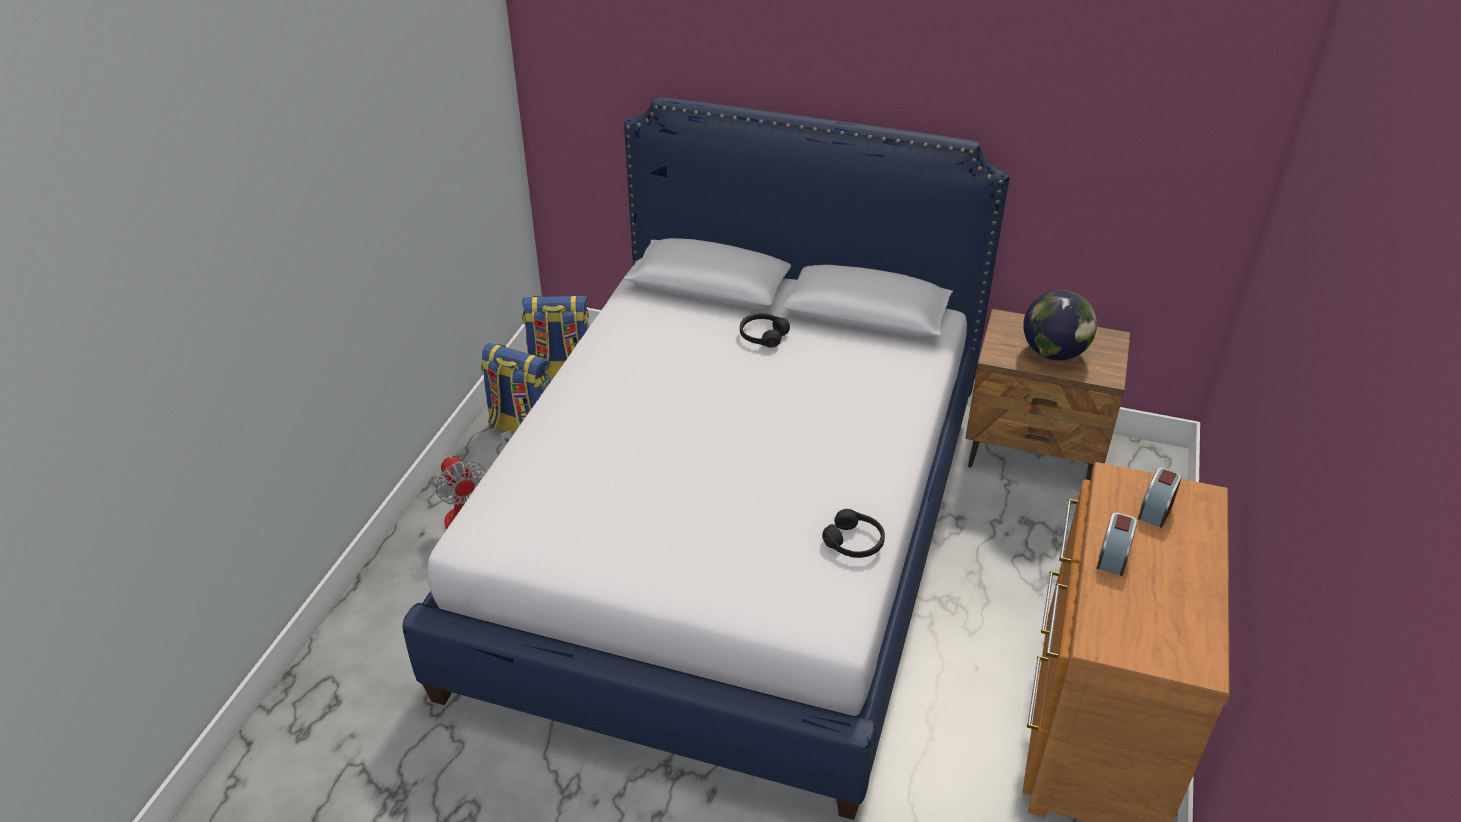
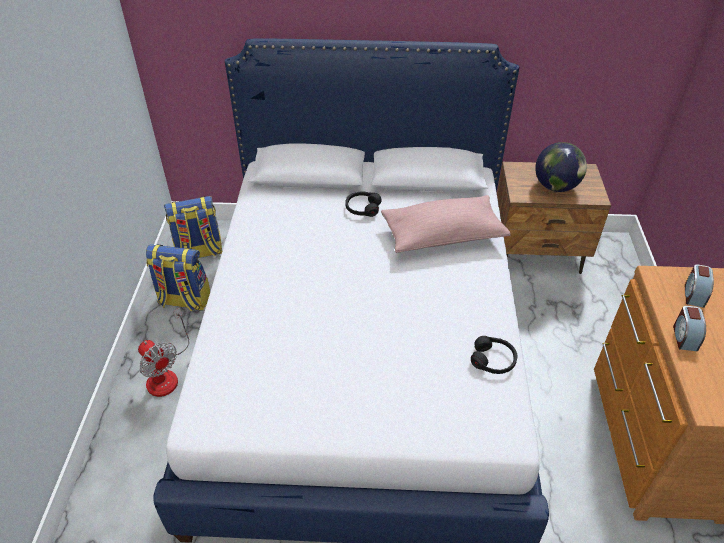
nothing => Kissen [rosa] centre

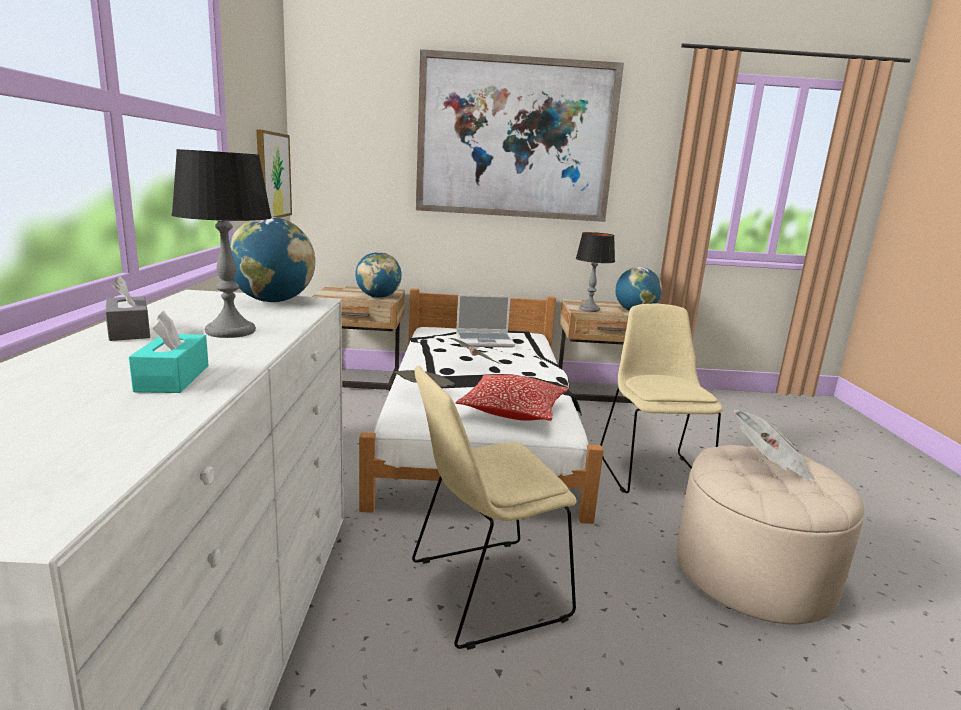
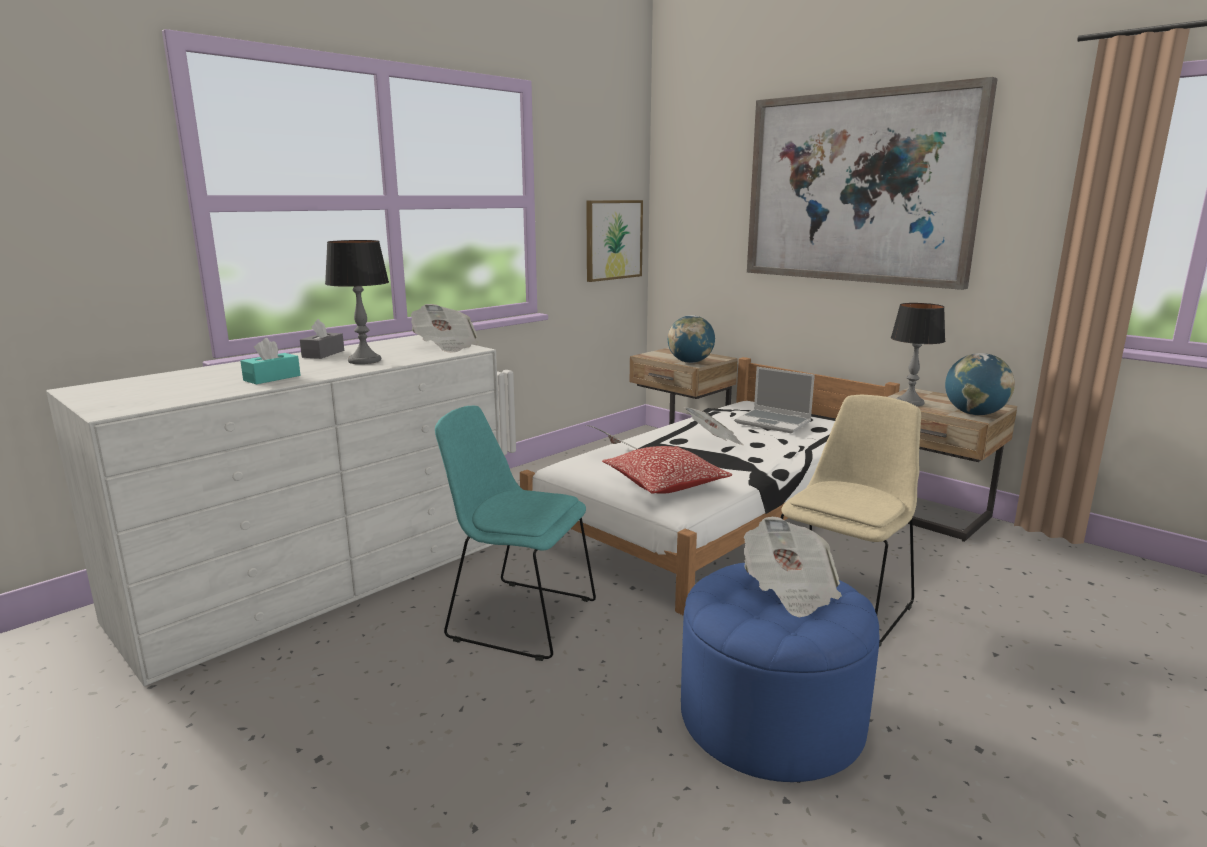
Globus (1st from left) middle left => Zeitung (1st from left) centre
Stuhl [beige] (1st from left) bottom centre => Stuhl [türkis] centre
Polsterhocker [beige] bottom right => Polsterhocker [blau] bottom centre

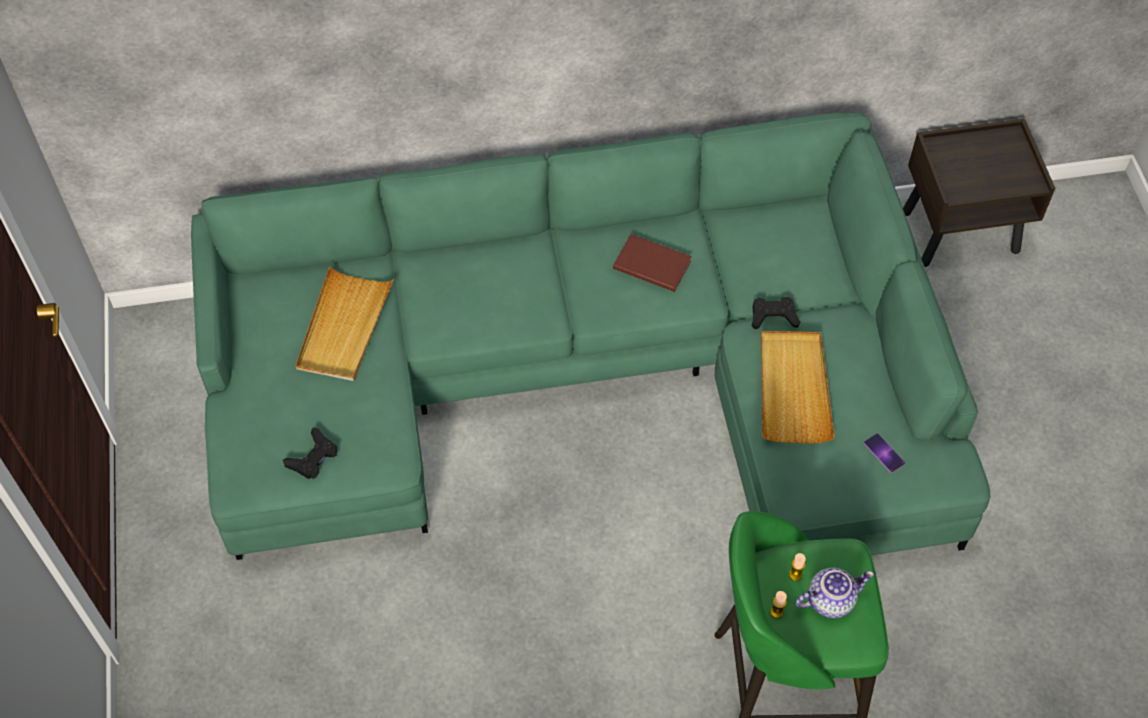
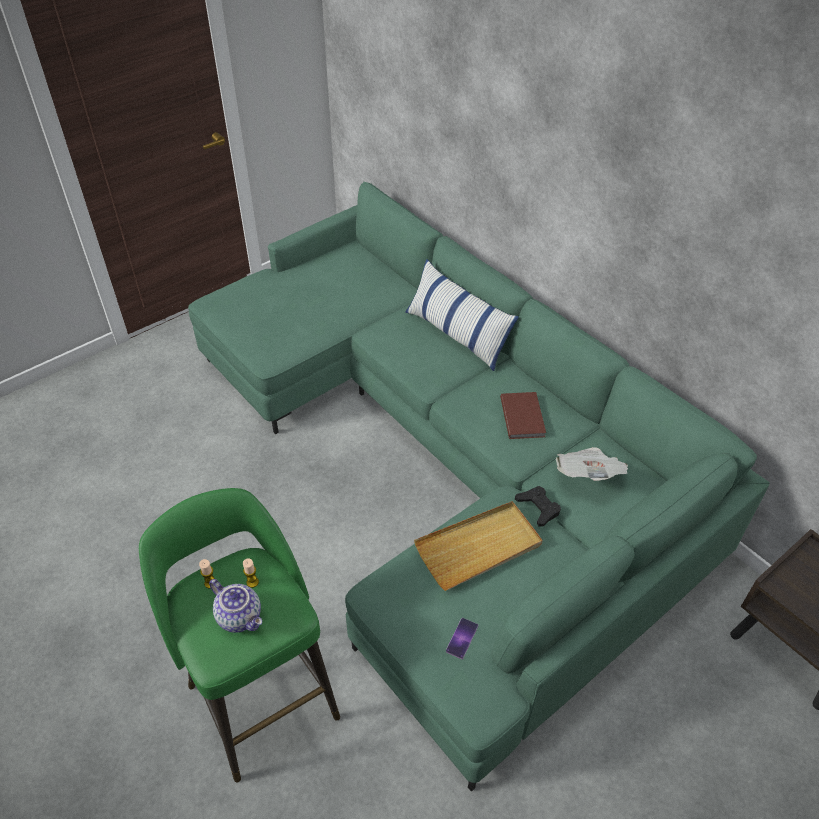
Tablett [beige] (1st from left) middle left => nothing
Gamepad [schwarz] (1st from left) middle left => nothing
nothing => Kissen centre
nothing => Zeitung middle right

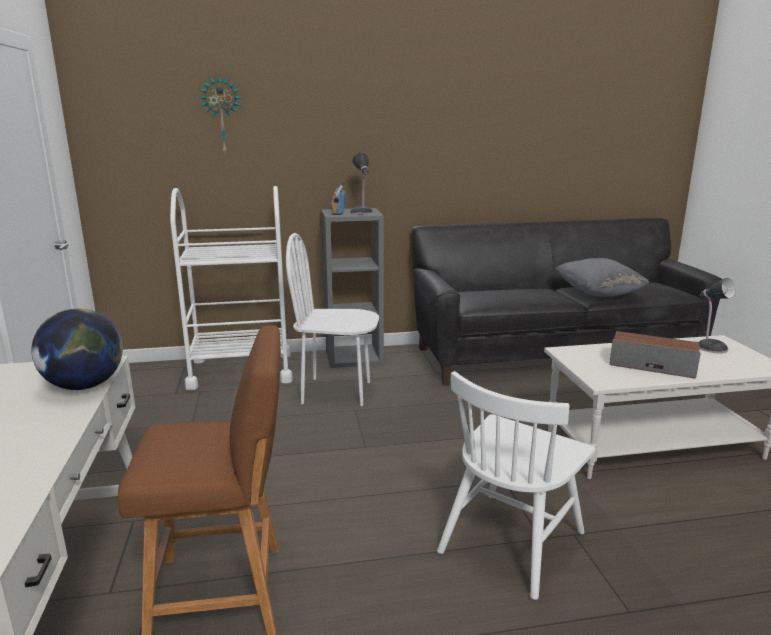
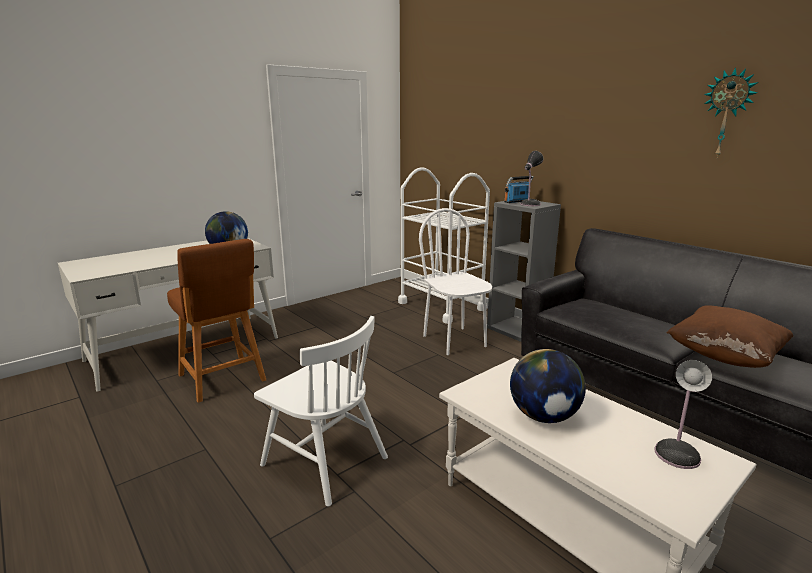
Wanduhr top left => Wanduhr top right, move
Kissen [grau] middle right => Kissen [braun] middle right
Lautsprecher middle right => Globus (2nd from left) bottom right
Stuhl [weiß] (2nd from left in the first image) bottom right => Stuhl [weiß] (1st from left) bottom centre, 150 degrees counterclockwise

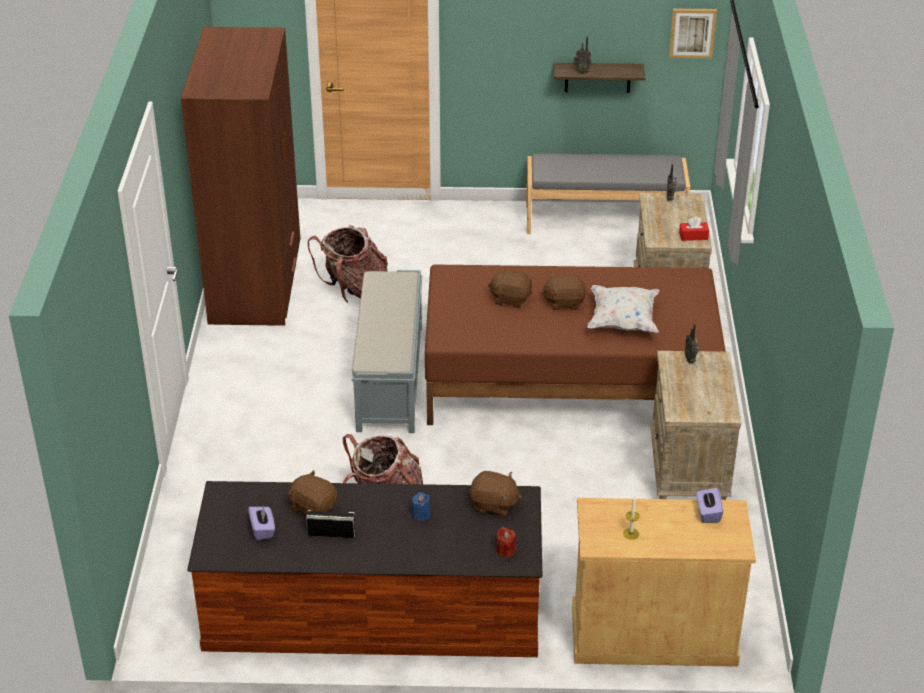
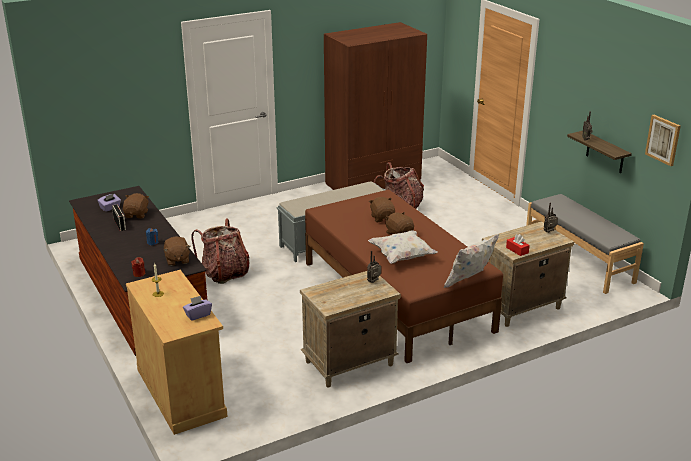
nothing => Kissen [weiß] (2nd from left) middle right

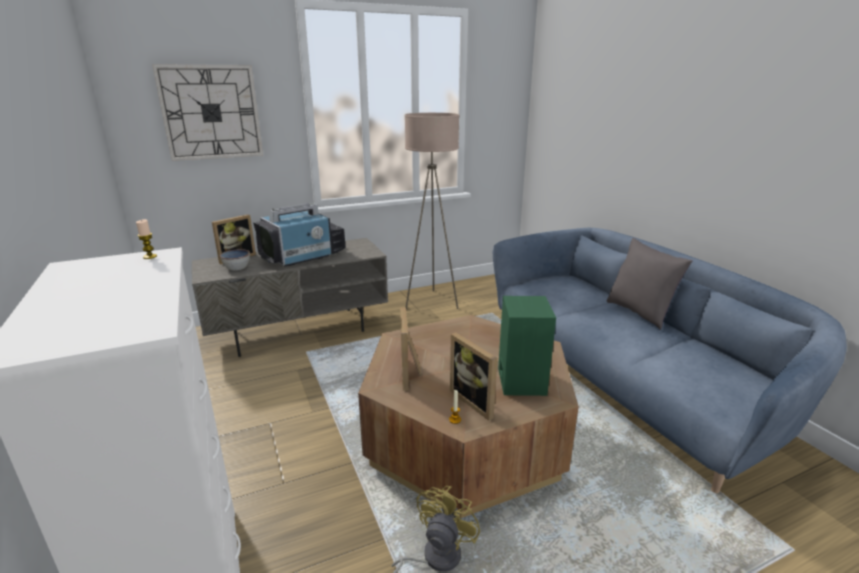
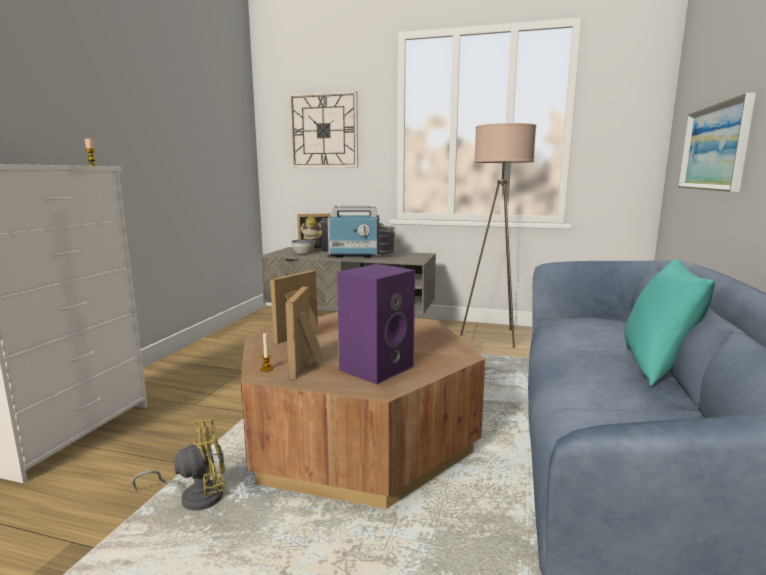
Kissen [grau] middle right => Kissen [türkis] middle right
Lautsprecher [grün] centre => Lautsprecher [lila] centre
nothing => Bild top right

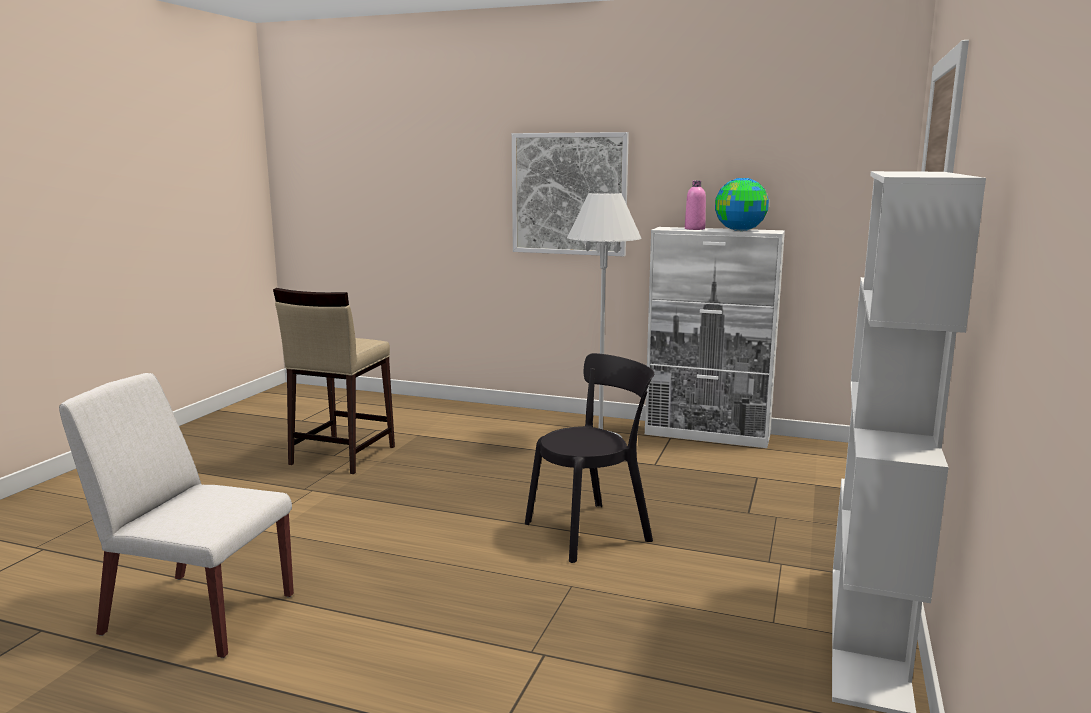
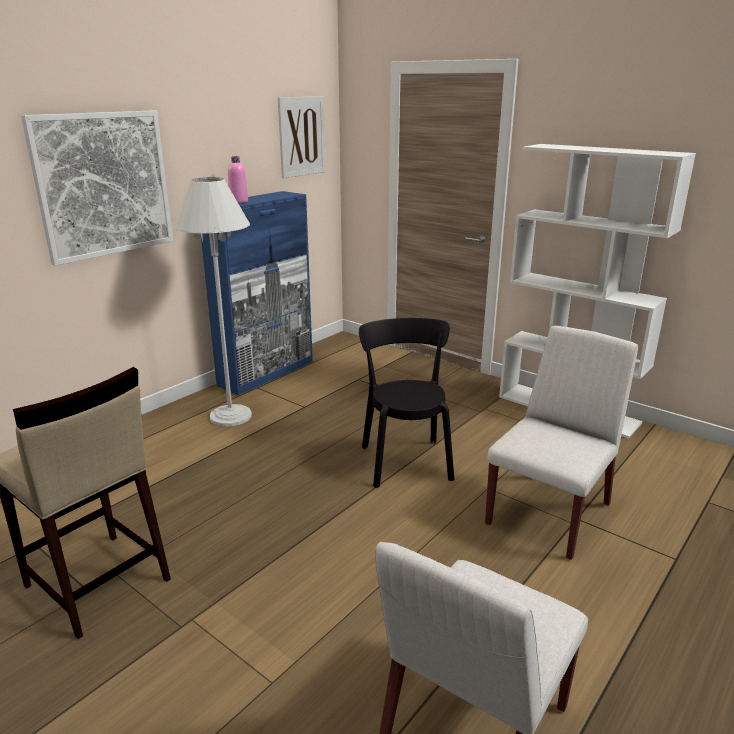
Globus top right => nothing
Schrank [weiß] centre => Schrank [blau] centre
nothing => Bild (2nd from left) top centre
nothing => Stuhl [weiß] (2nd from left) middle right

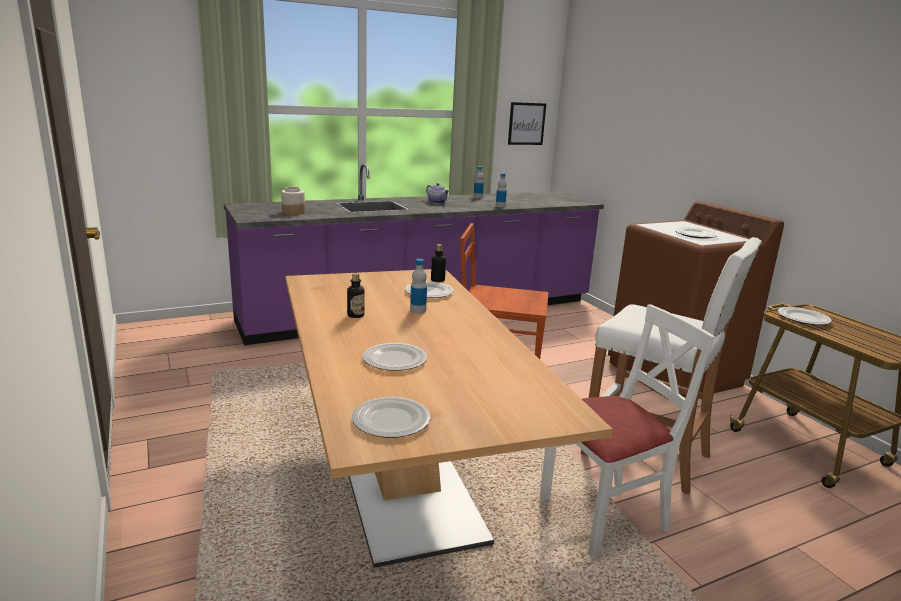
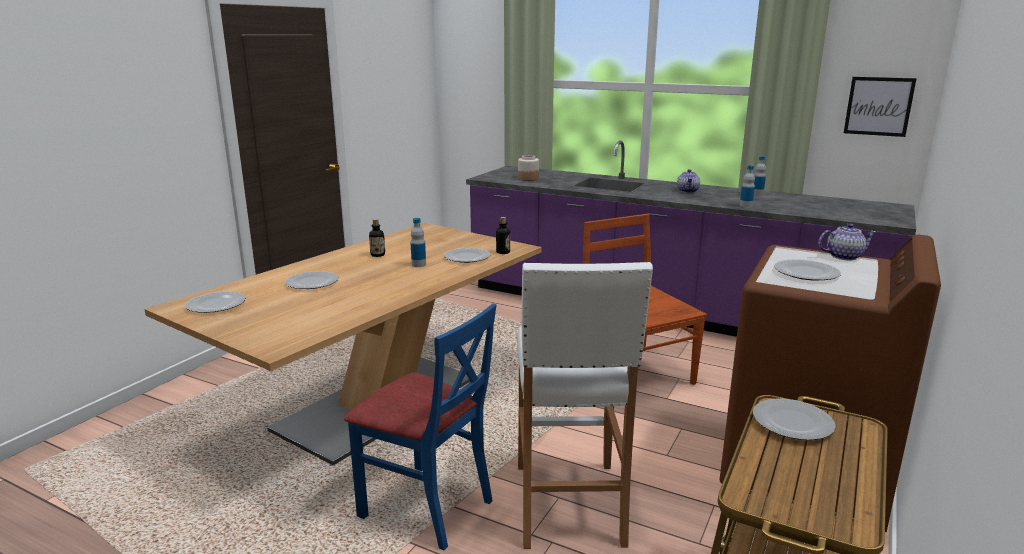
Stuhl [weiß] bottom right => Stuhl [blau] bottom centre
nothing => Teekanne (2nd from left) middle right

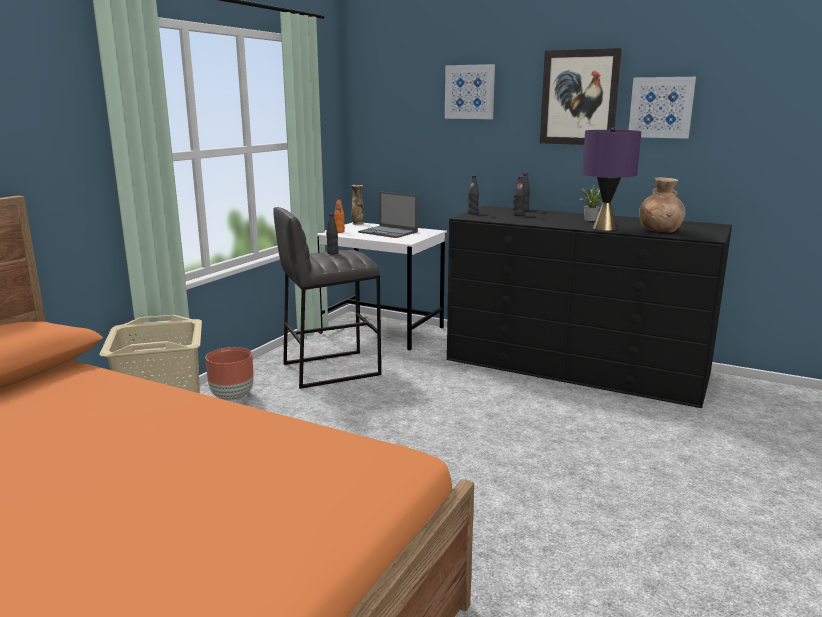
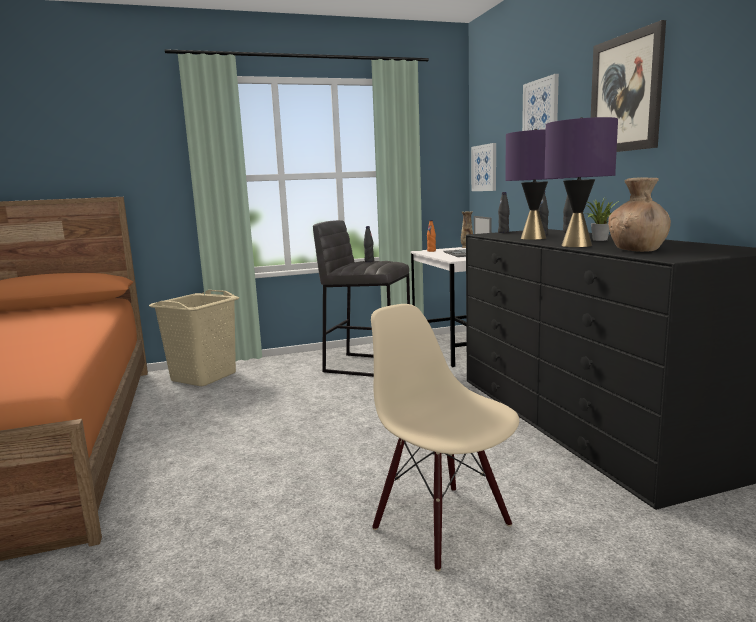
Bild (3rd from left in the first image) top right => Bild (1st from left) top centre, move
Pflanzkübel [braun] middle left => nothing
nothing => Tischlampe [lila] (1st from left) top right
nothing => Stuhl [beige] bottom centre

